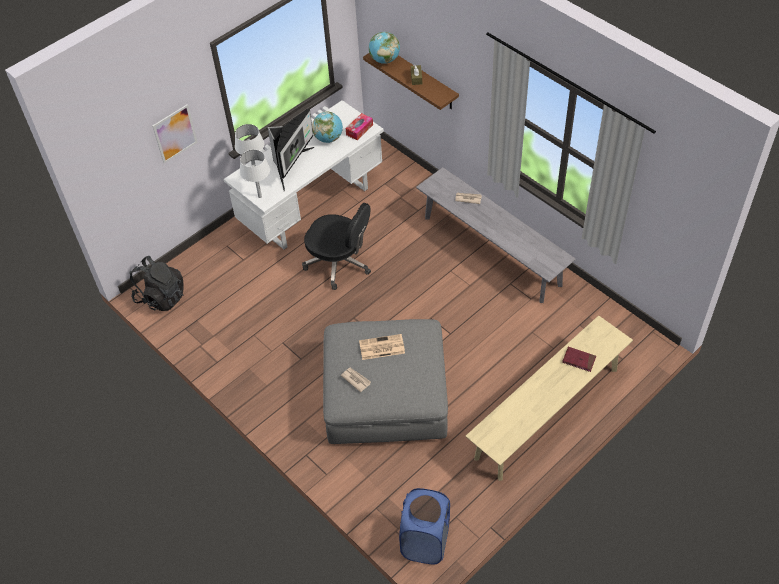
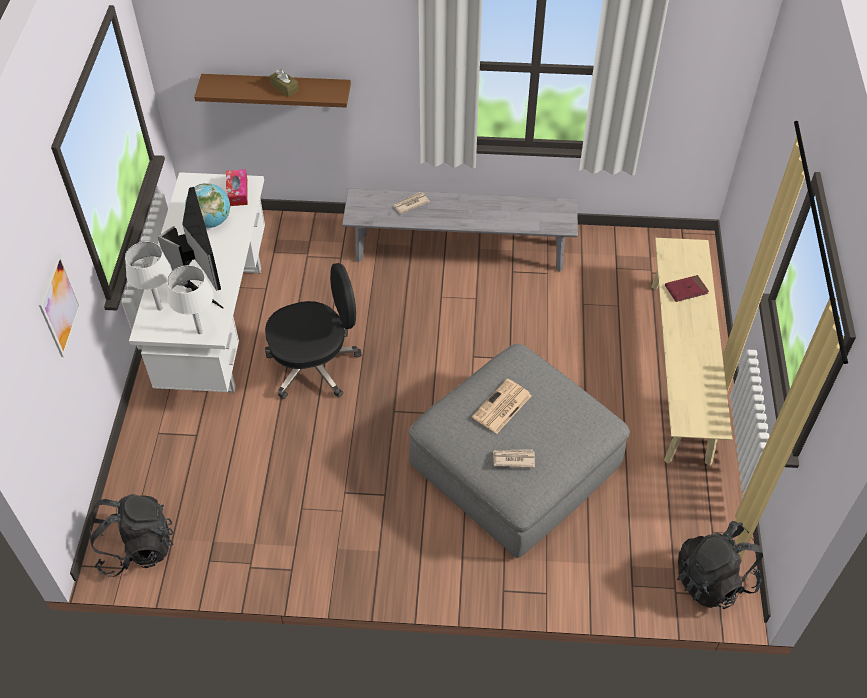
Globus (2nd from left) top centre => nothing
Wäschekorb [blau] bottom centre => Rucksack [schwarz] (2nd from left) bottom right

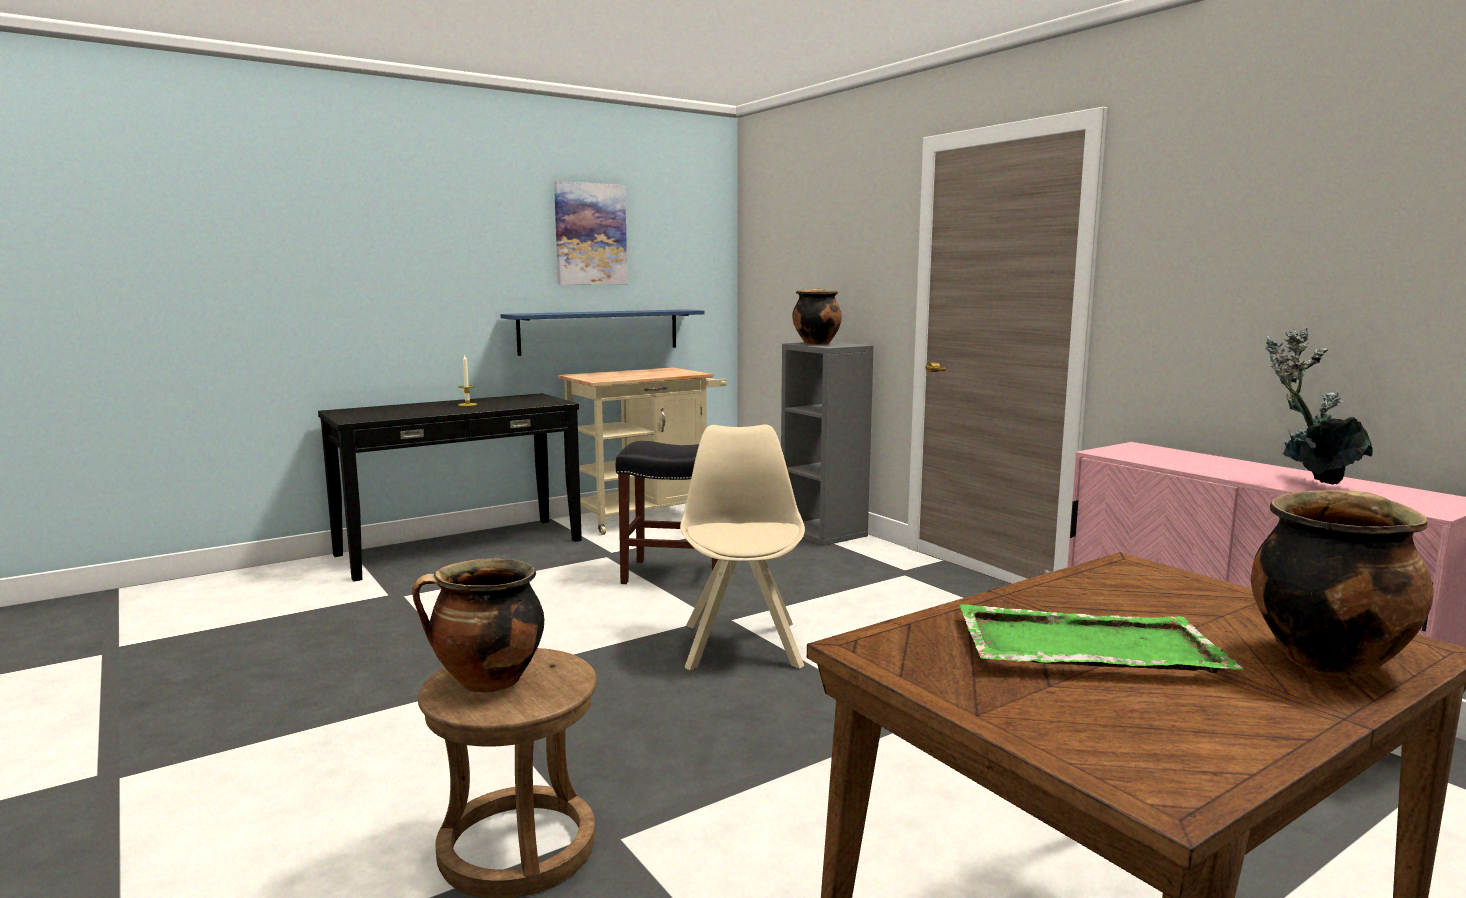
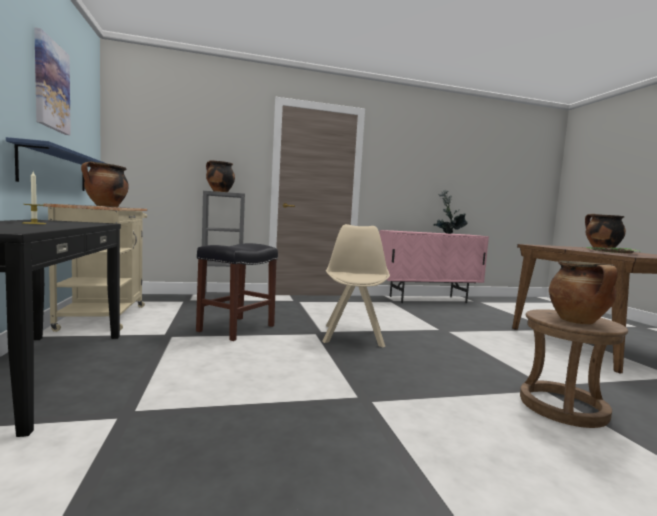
Stuhl [beige] centre, 75 degrees clockwise
nothing => Kochtopf (1st from left) middle left

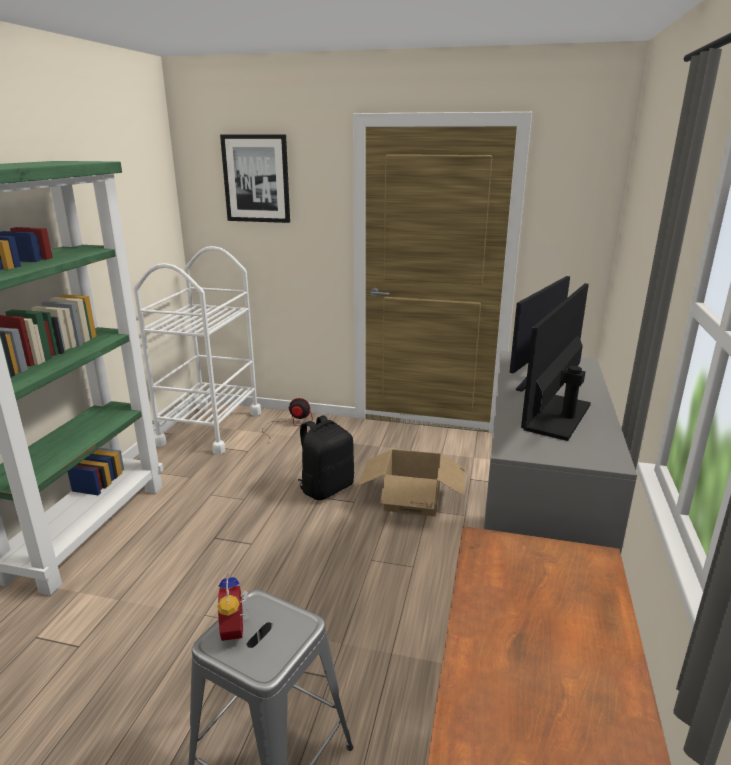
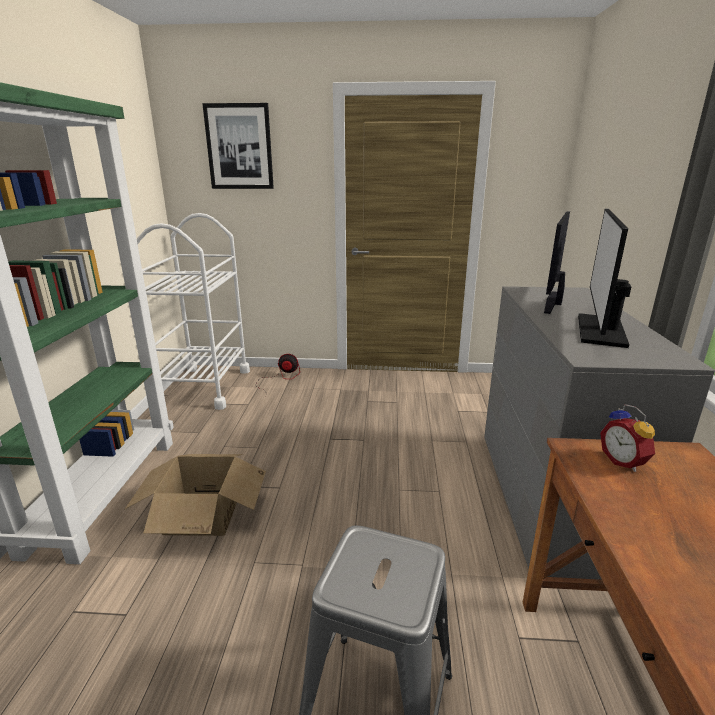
Rucksack [schwarz] centre => nothing
Karton centre => Karton bottom left, move
Wecker bottom left => Wecker middle right, move

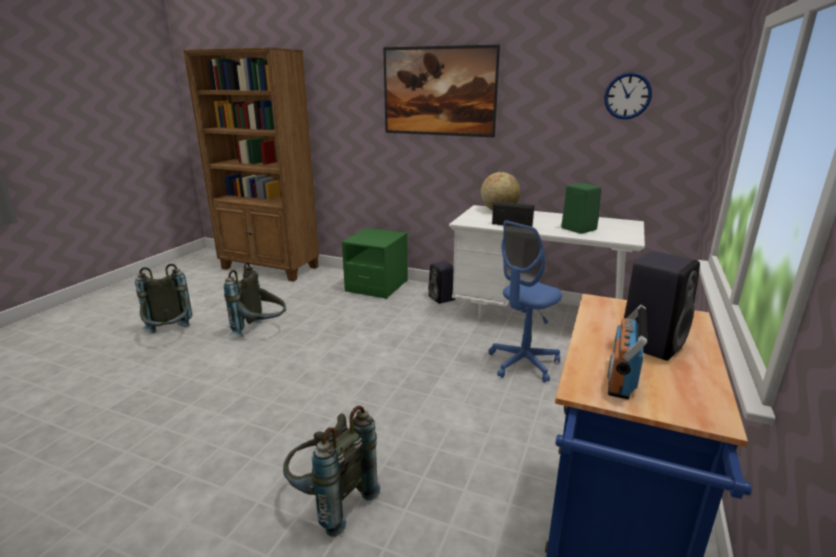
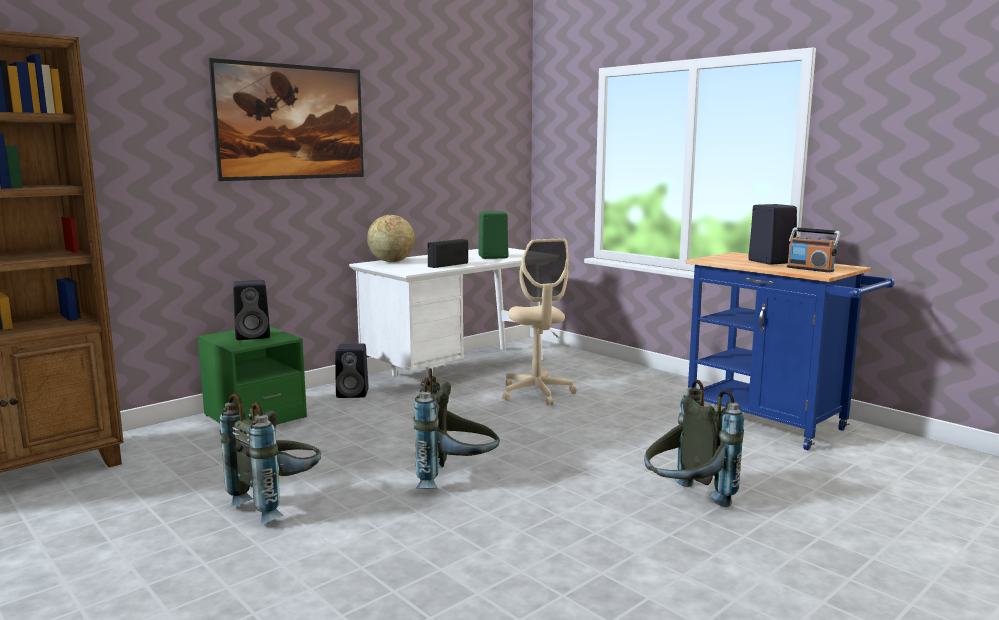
Wanduhr top right => nothing
Bürostuhl [blau] centre => Bürostuhl [beige] centre
Rucksack [grau] (1st from left in the first image) middle left => Rucksack [grau] (2nd from left) bottom centre, move
nothing => Lautsprecher [schwarz] (1st from left) middle left

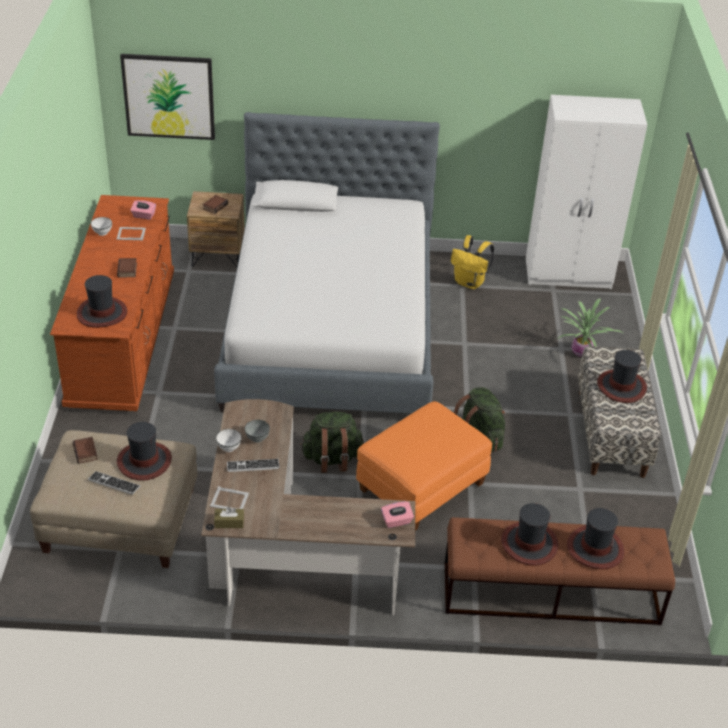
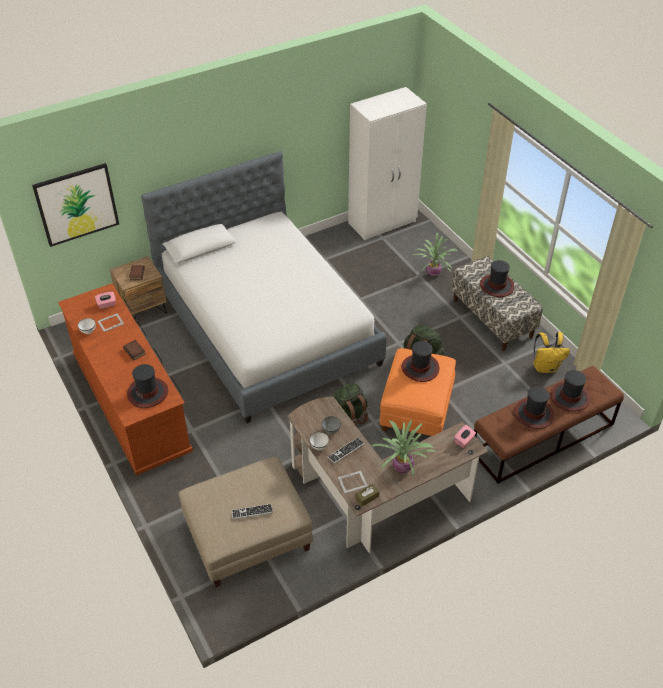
Rucksack [gelb] centre => Rucksack [gelb] middle right, move
Hut (2nd from left) middle left => Hut (2nd from left) centre, move
Buch (1st from left) middle left => nothing
nothing => Topfpflanze (1st from left) centre

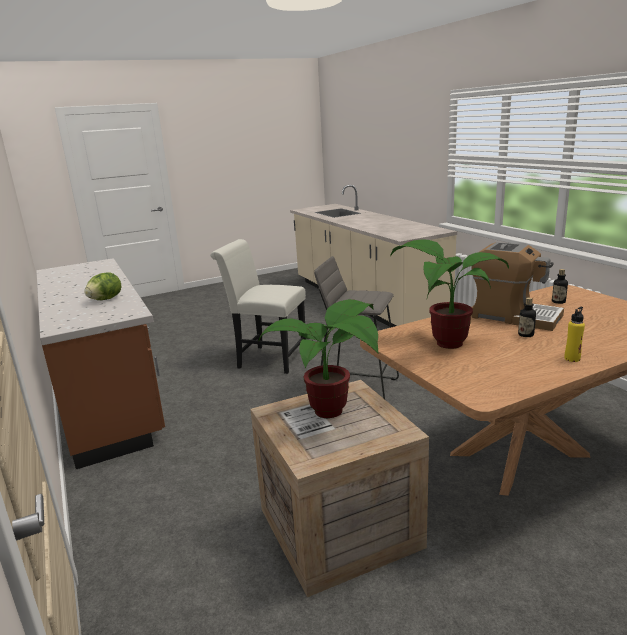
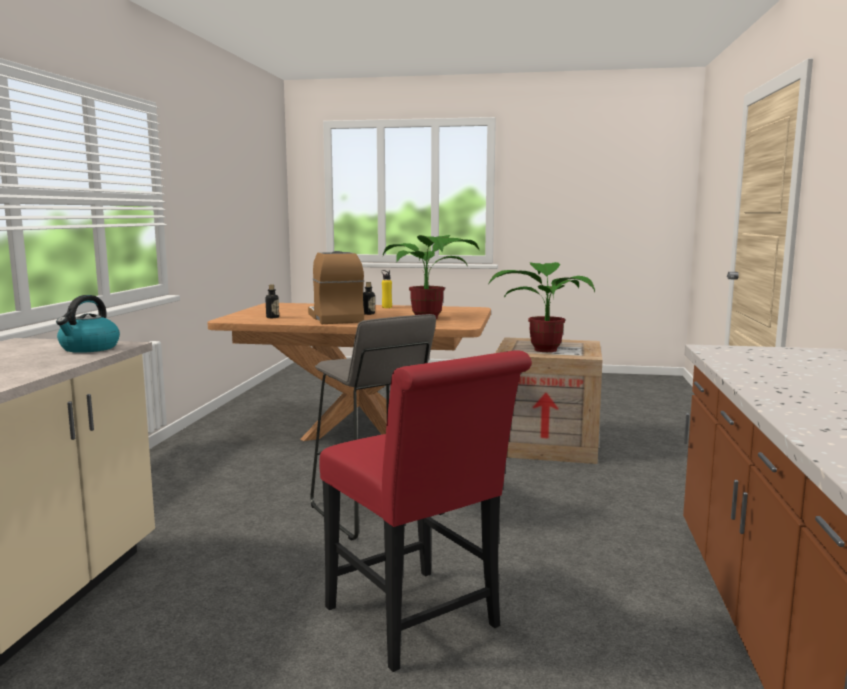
Stuhl [weiß] centre => Stuhl [rot] bottom centre
Salatkopf middle left => nothing
nothing => Wasserkessel middle left

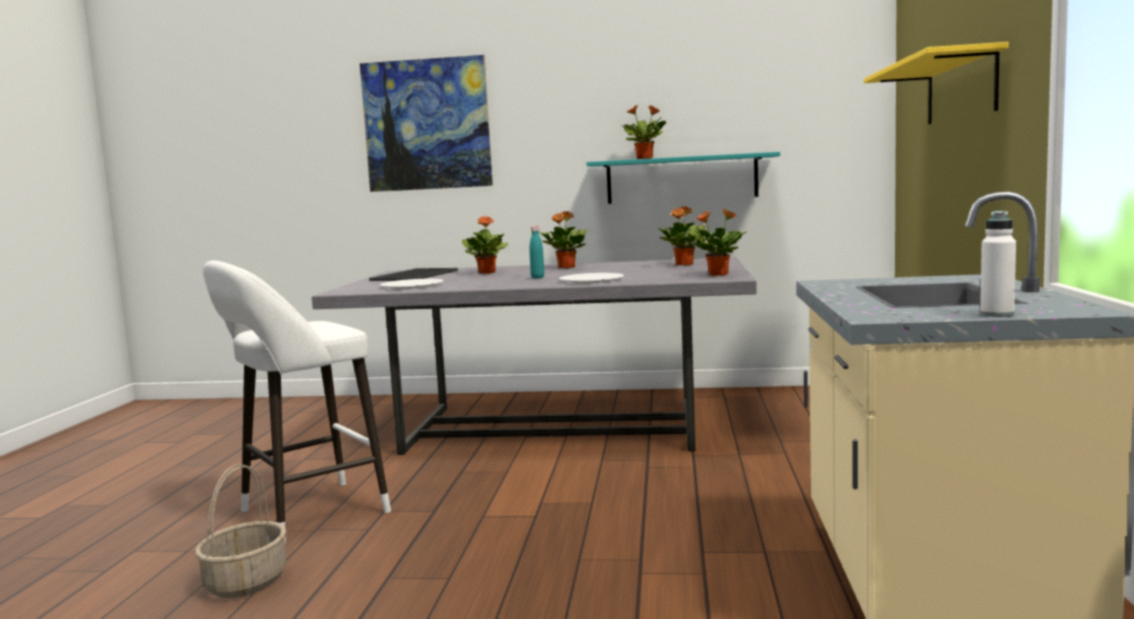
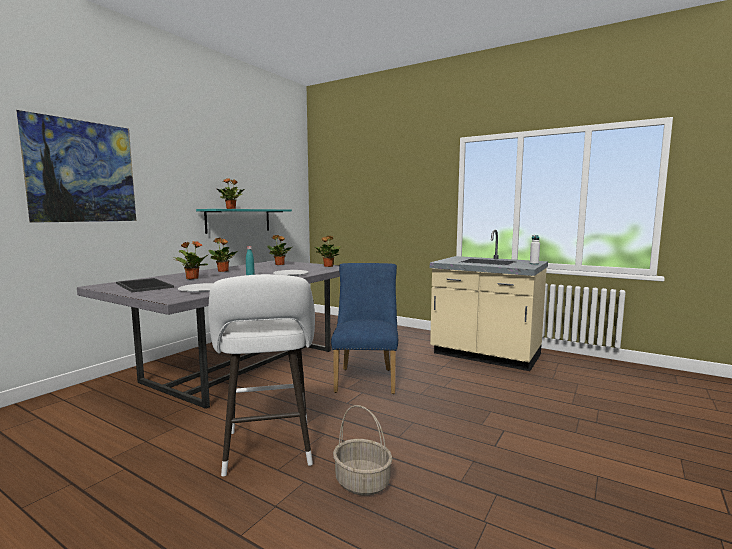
Wandregal [gelb] top right => nothing
nothing => Stuhl [blau] centre

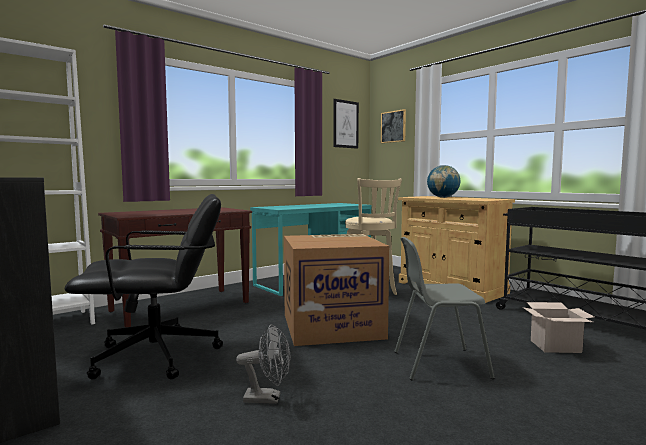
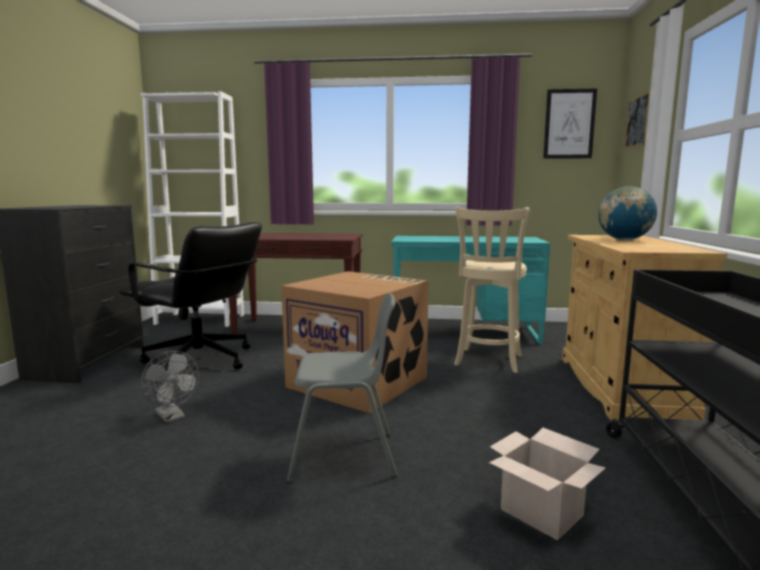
Stuhl [grau] bottom right => Stuhl [grau] bottom centre, 135 degrees clockwise

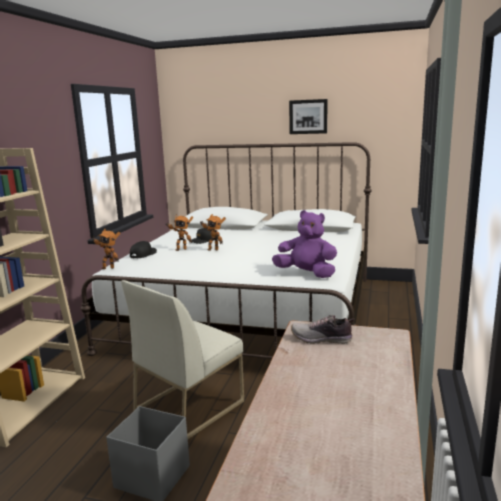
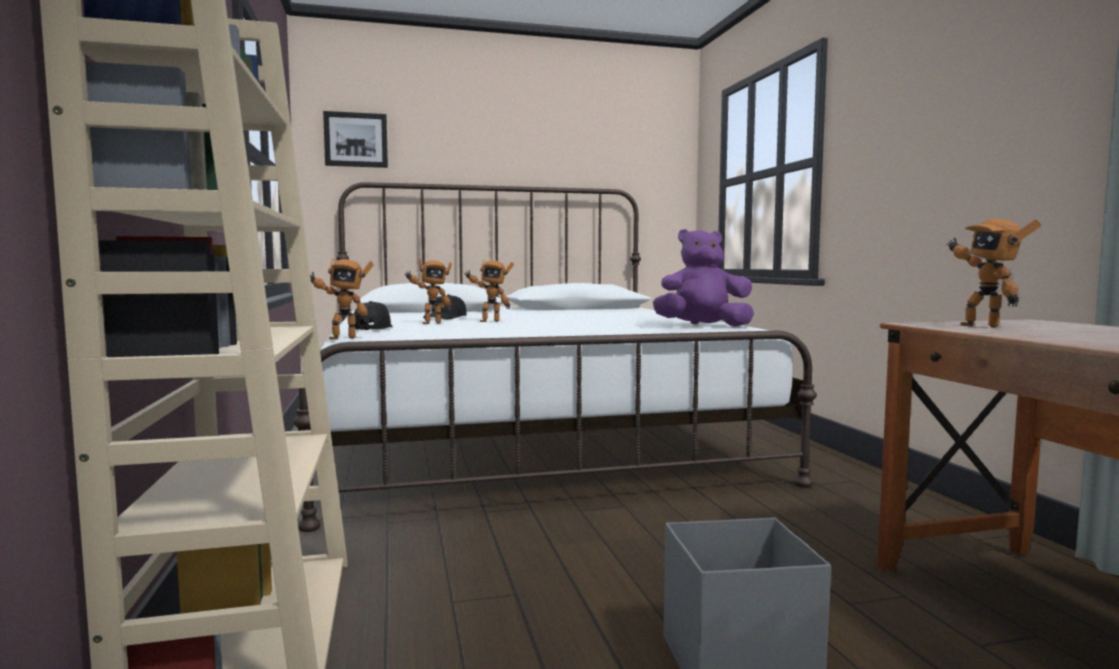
Bild top centre => Bild top left, move
Stuhl [weiß] bottom centre => nothing
Schuh centre => Spielzeugroboter (4th from left) middle right

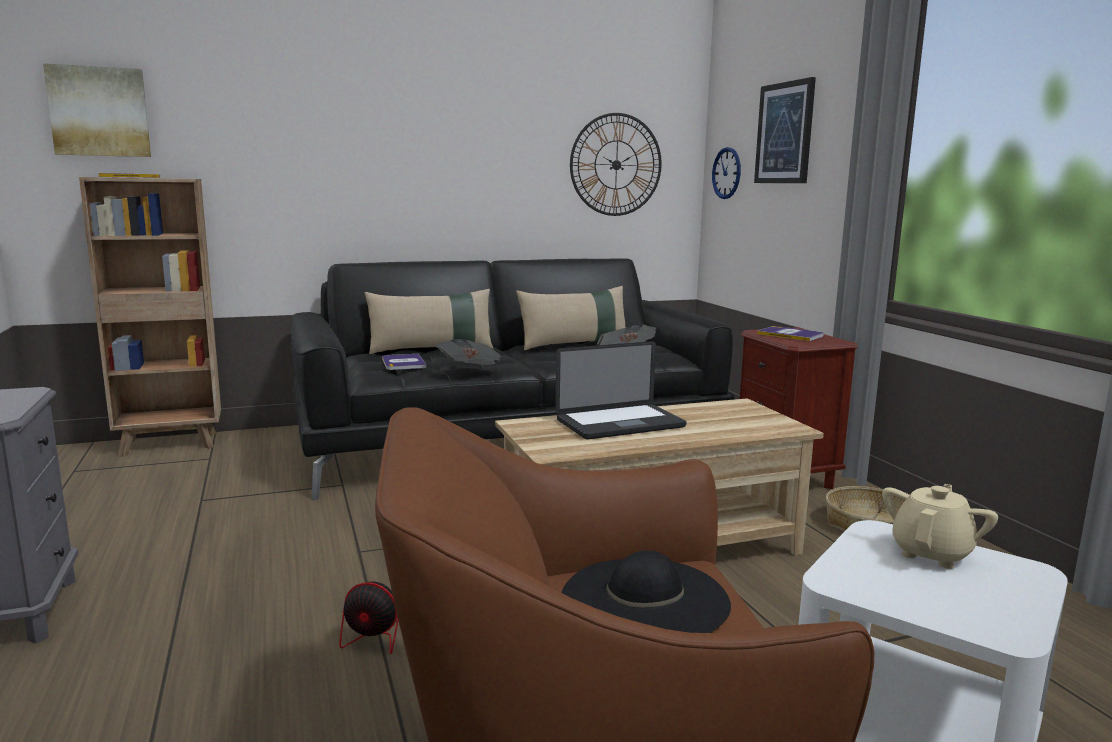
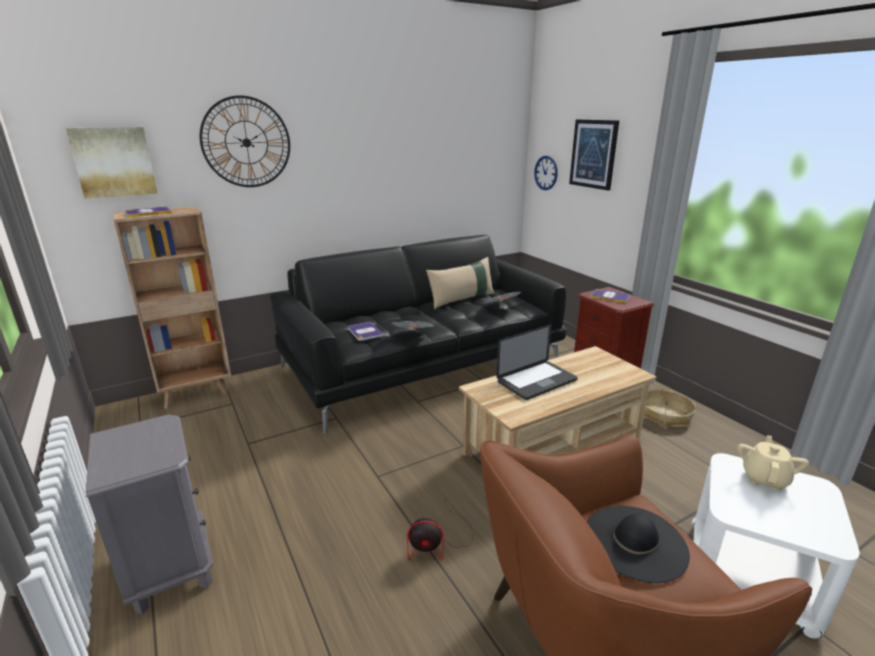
Wanduhr (1st from left) top centre => Wanduhr (1st from left) top left, move
Kissen [beige] (1st from left) centre => nothing

